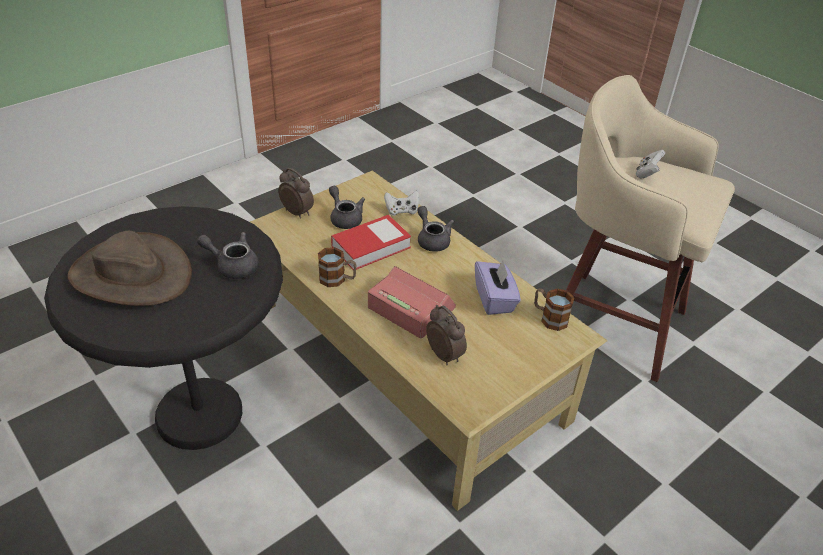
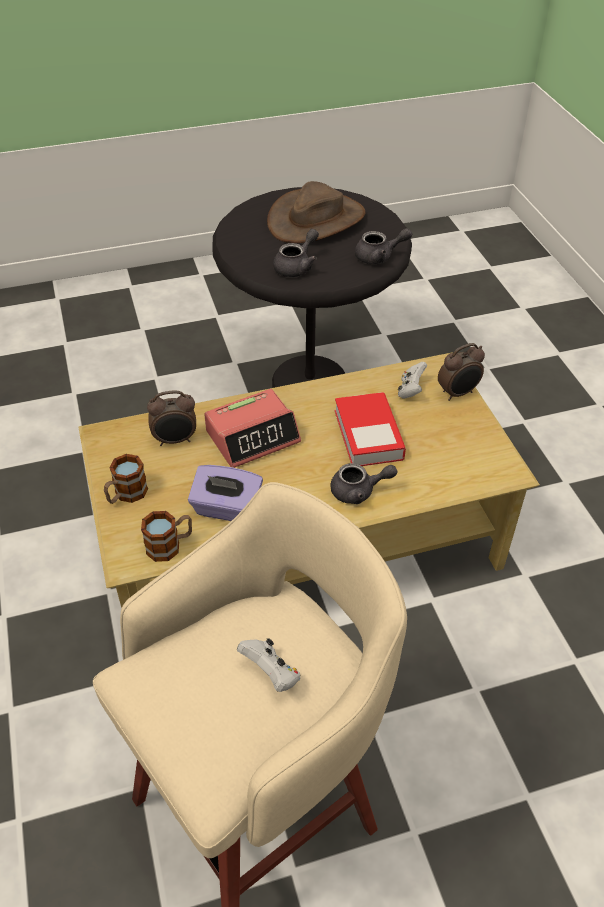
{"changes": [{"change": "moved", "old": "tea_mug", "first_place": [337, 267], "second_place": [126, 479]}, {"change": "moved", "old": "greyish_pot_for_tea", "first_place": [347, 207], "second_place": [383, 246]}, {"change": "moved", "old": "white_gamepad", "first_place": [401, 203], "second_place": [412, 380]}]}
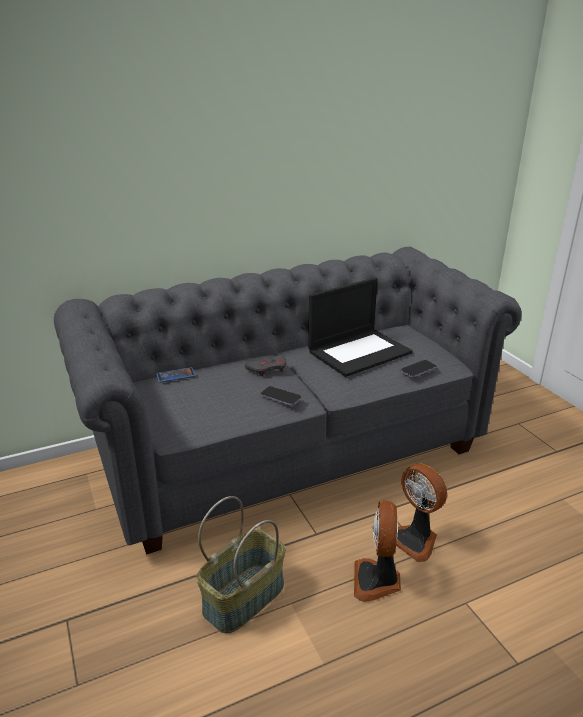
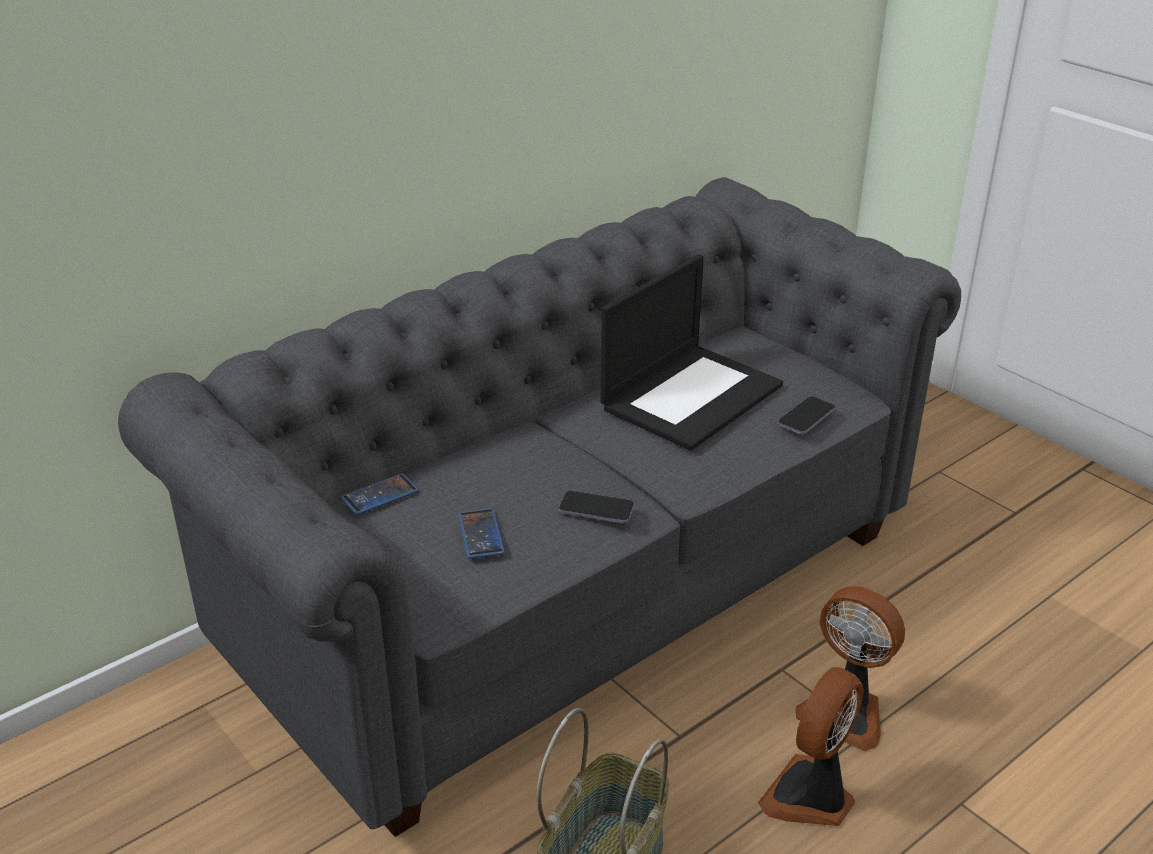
{"changes": [{"change": "removed", "old": "greyish_gamepad", "first_place": [265, 366]}, {"change": "added", "new": "handset", "second_place": [481, 534]}, {"change": "turned", "old": "cooling_fan", "first_place": [377, 551], "second_place": [811, 746], "degrees": 45}]}
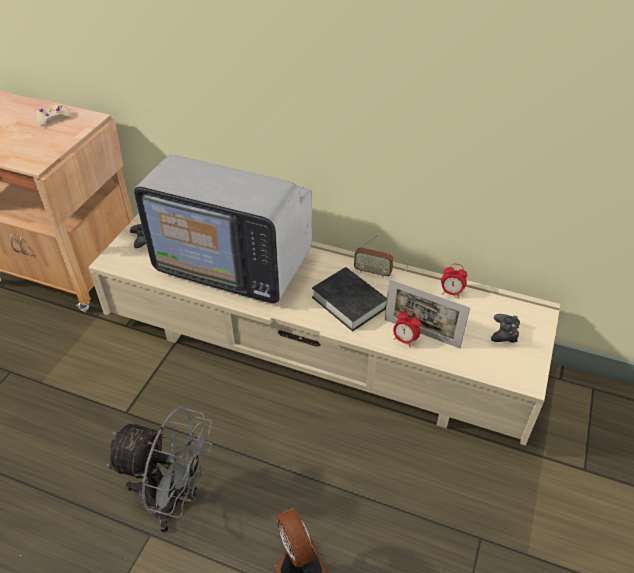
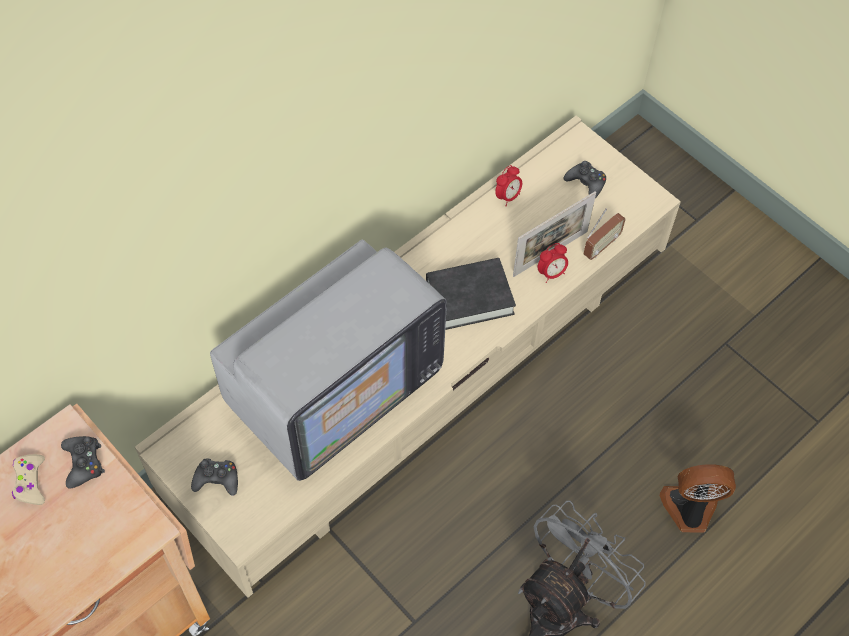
{"changes": [{"change": "added", "new": "black-coloured_gamepad", "second_place": [83, 462]}, {"change": "moved", "old": "radio_receiver", "first_place": [374, 256], "second_place": [605, 234]}]}
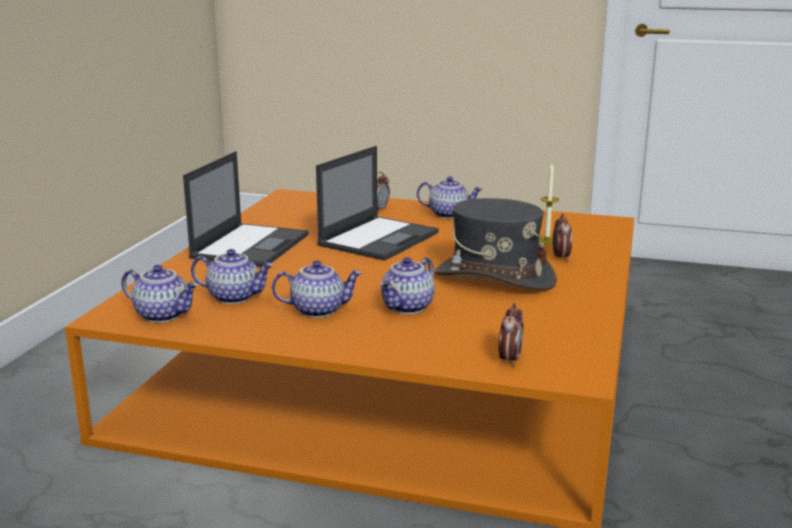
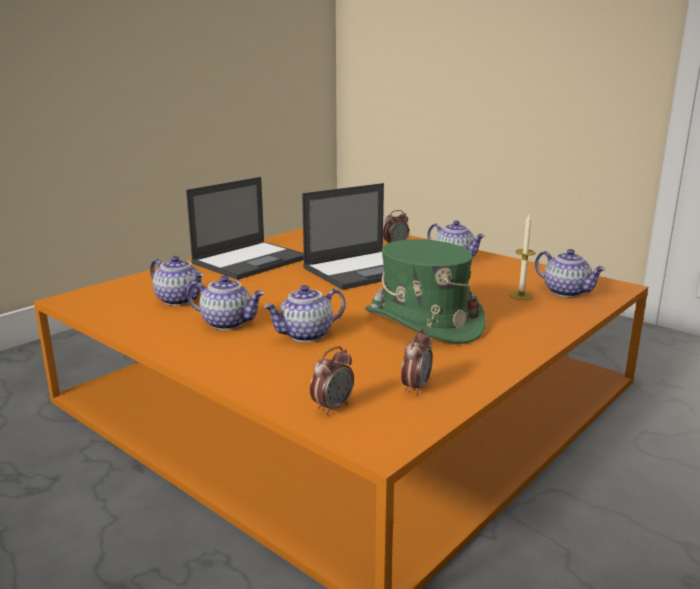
{"changes": [{"change": "moved", "old": "pot_for_tea", "first_place": [159, 294], "second_place": [570, 273]}, {"change": "moved", "old": "alarm_clock", "first_place": [562, 238], "second_place": [417, 362]}, {"change": "recoloured", "old": "greyish_hat", "new": "green_hat", "first_place": [496, 244], "second_place": [425, 291]}]}
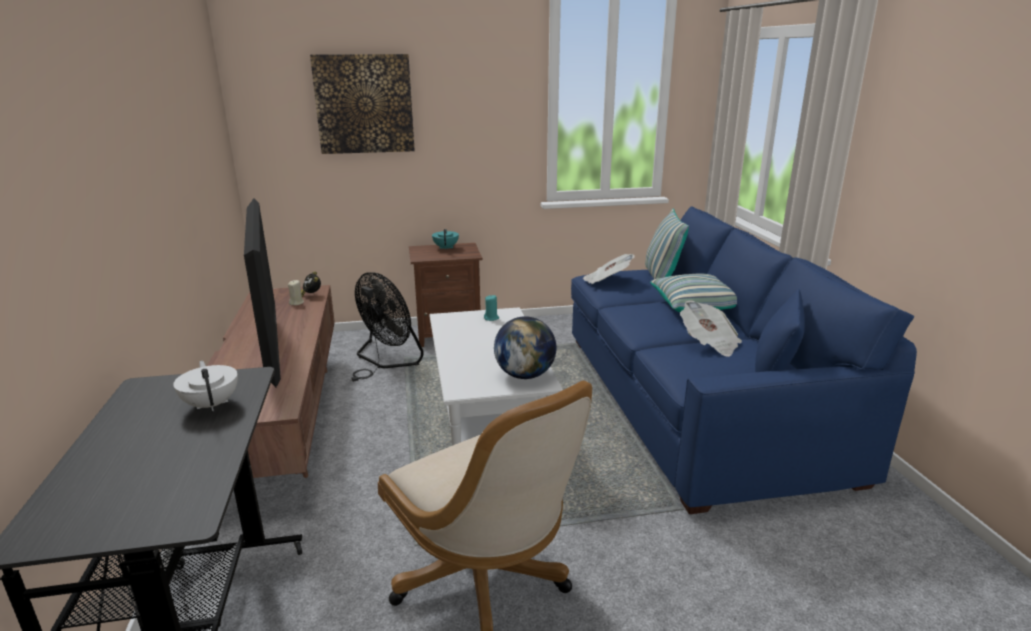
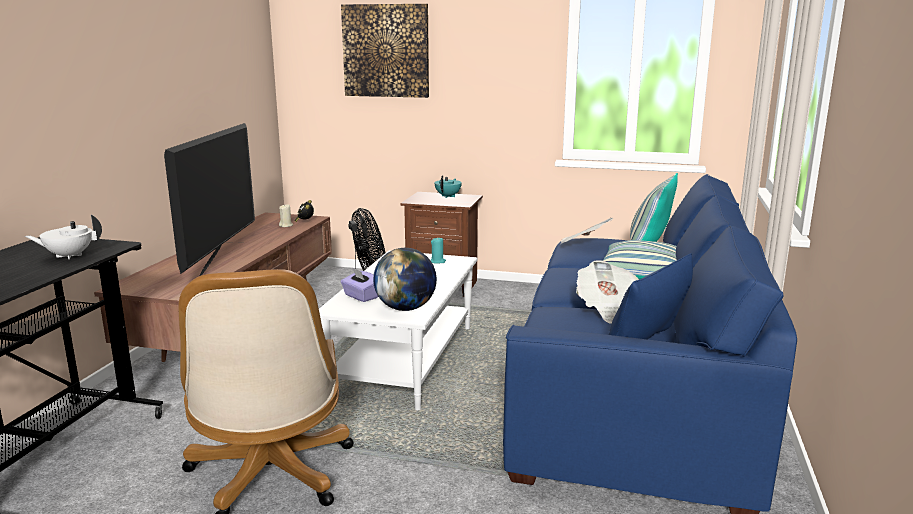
{"changes": [{"change": "added", "new": "purplish_tissue_holder", "second_place": [359, 285]}, {"change": "turned", "old": "white_pot_for_tea", "first_place": [205, 386], "second_place": [63, 237], "degrees": -105}]}
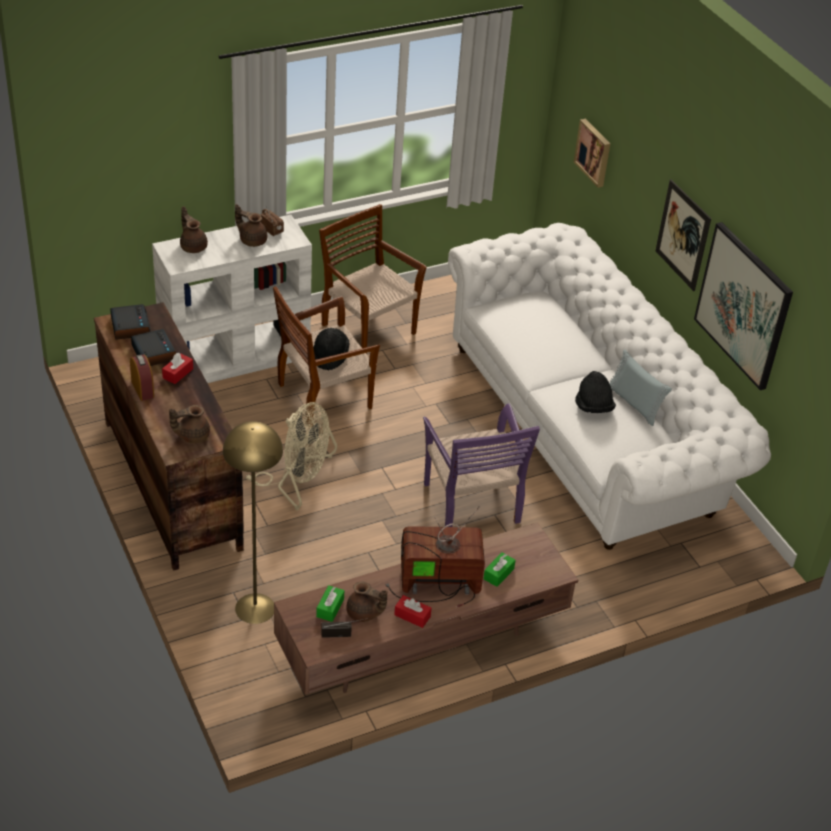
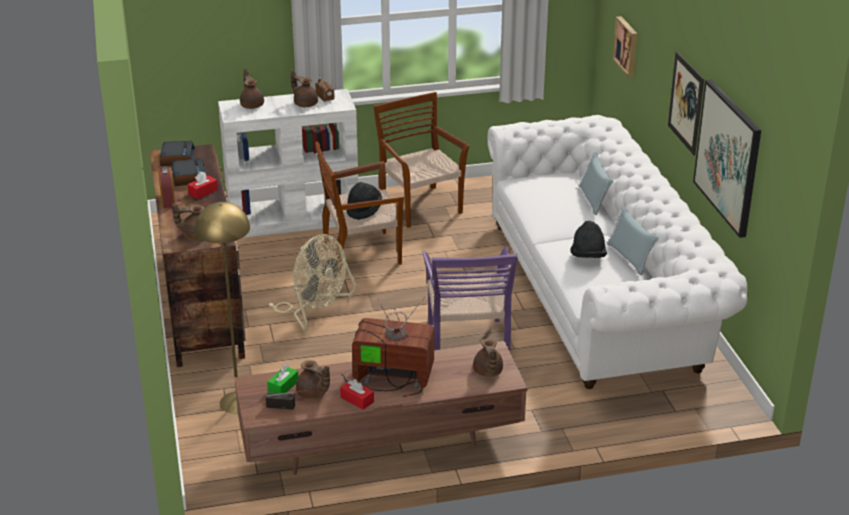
{"changes": [{"change": "removed", "old": "green_tissue_holder", "first_place": [499, 569]}, {"change": "added", "new": "brown-coloured_pot_for_tea", "second_place": [488, 358]}, {"change": "added", "new": "blue-coloured_pillow", "second_place": [595, 183]}]}
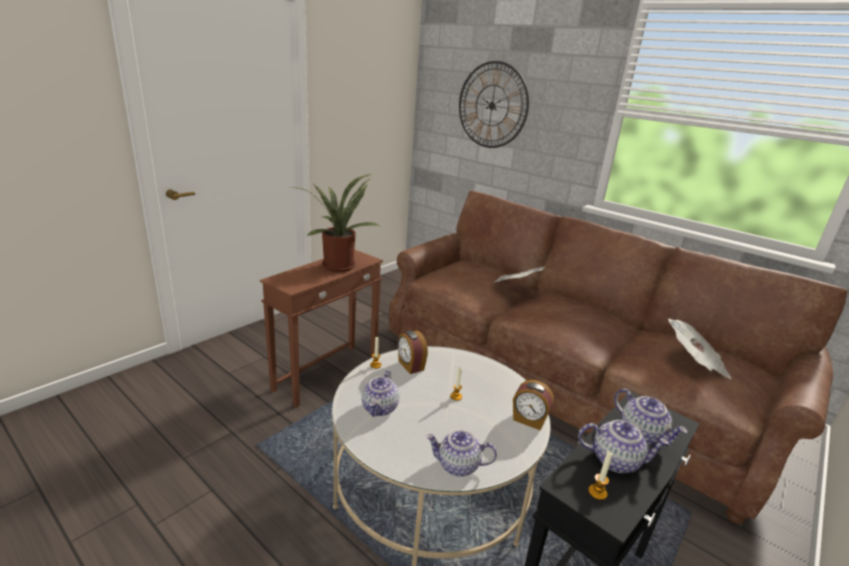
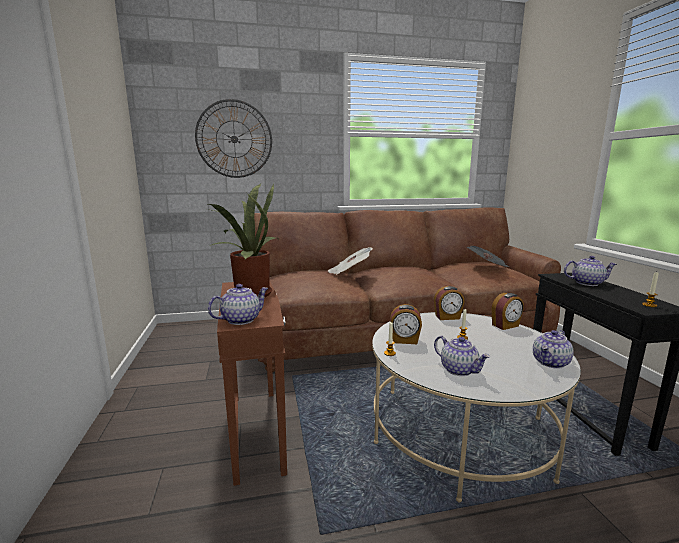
{"changes": [{"change": "added", "new": "alarm_clock", "second_place": [449, 303]}, {"change": "moved", "old": "pot_for_tea", "first_place": [623, 446], "second_place": [238, 304]}]}
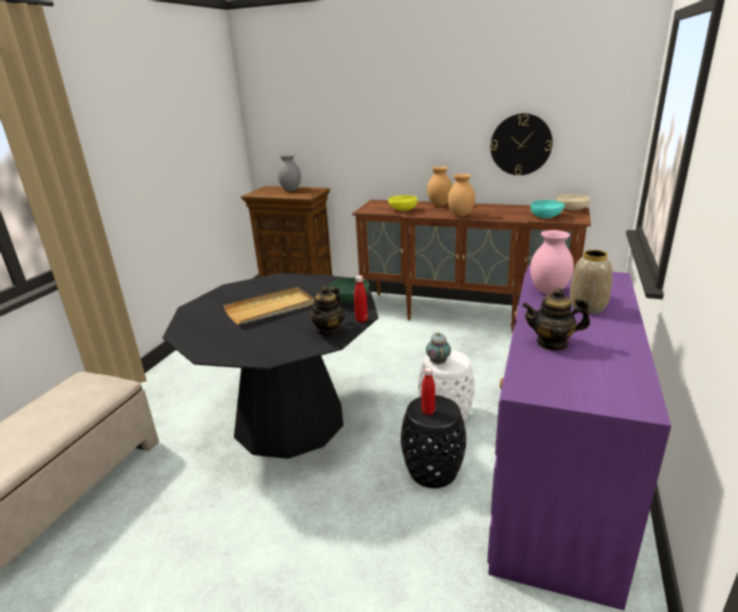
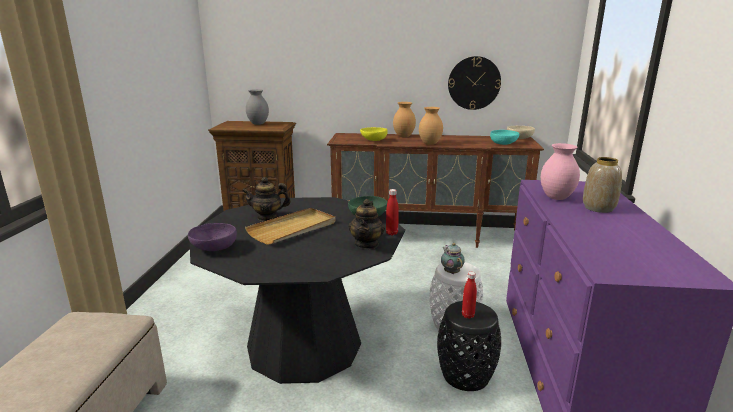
{"changes": [{"change": "added", "new": "purplish_bowl", "second_place": [212, 237]}, {"change": "moved", "old": "pot_for_tea", "first_place": [556, 319], "second_place": [266, 199]}]}
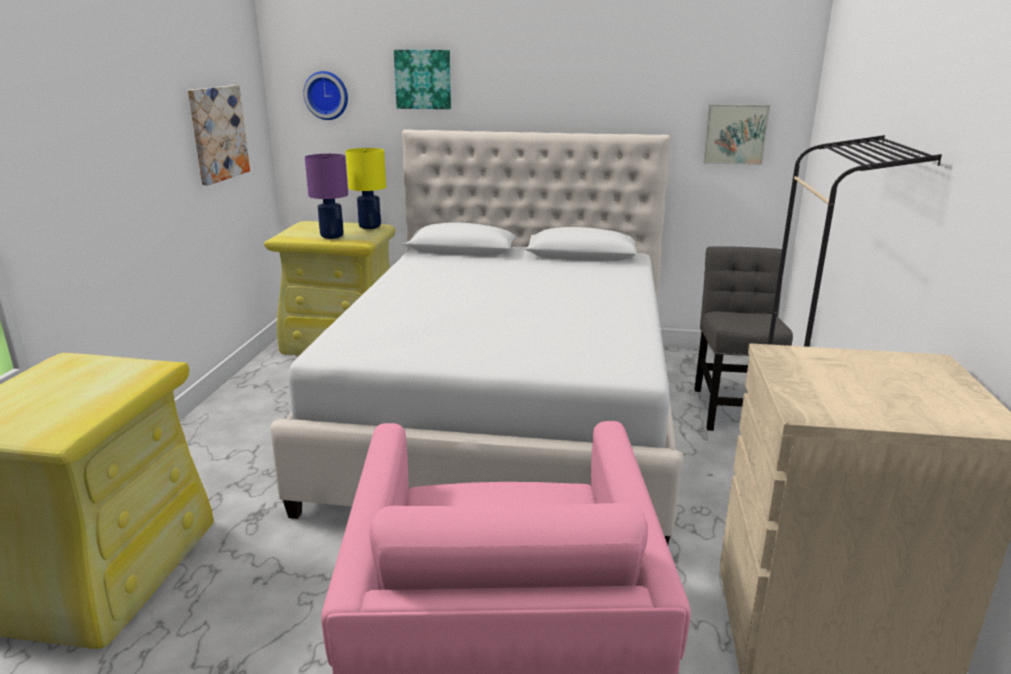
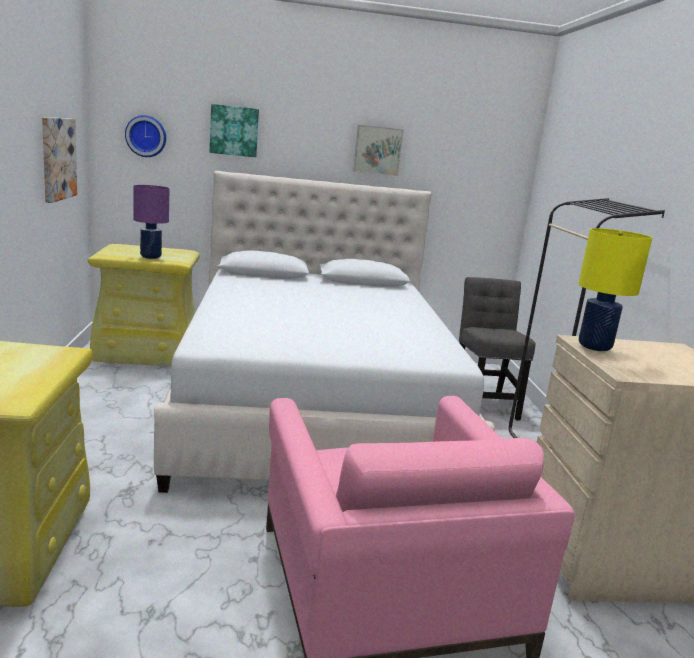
{"changes": [{"change": "moved", "old": "yellowish_lamp_for_a_table", "first_place": [366, 189], "second_place": [615, 289]}, {"change": "moved", "old": "wall_picture", "first_place": [736, 134], "second_place": [378, 150]}]}
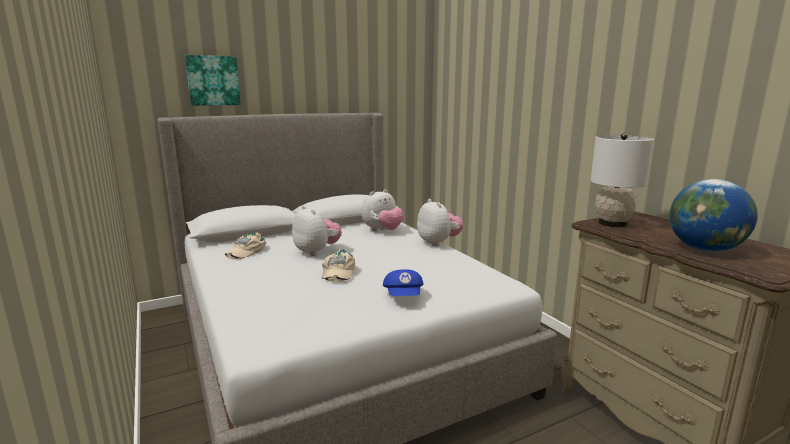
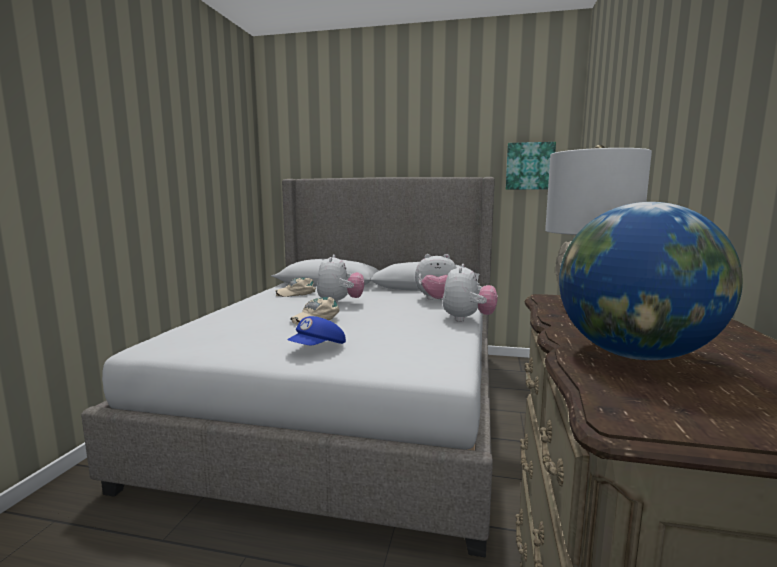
{"changes": [{"change": "moved", "old": "wall_picture", "first_place": [213, 80], "second_place": [531, 166]}]}
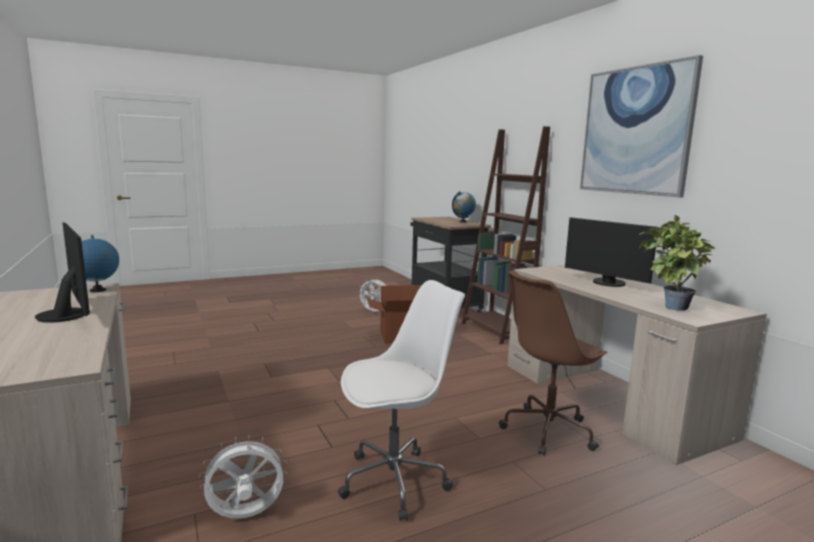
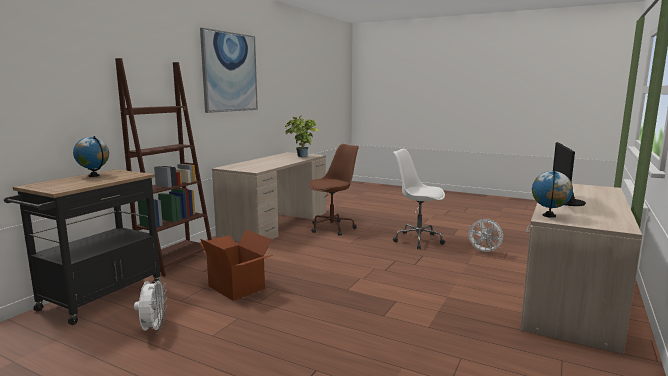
{"changes": [{"change": "removed", "old": "computer_screen", "first_place": [611, 252]}, {"change": "turned", "old": "brown-coloured_office_chair", "first_place": [553, 363], "second_place": [334, 190], "degrees": -60}]}
